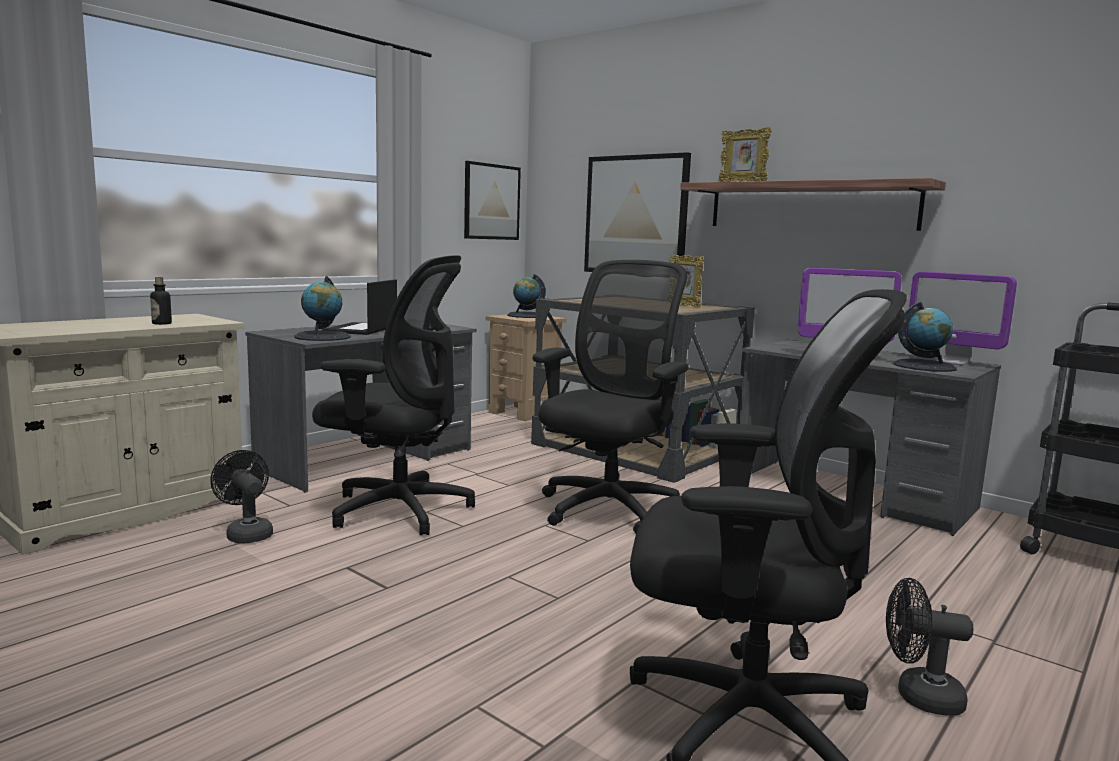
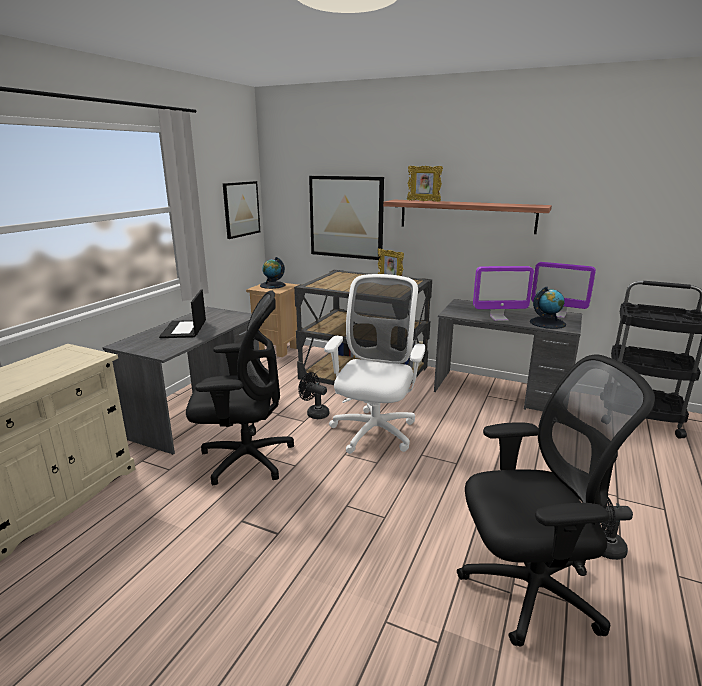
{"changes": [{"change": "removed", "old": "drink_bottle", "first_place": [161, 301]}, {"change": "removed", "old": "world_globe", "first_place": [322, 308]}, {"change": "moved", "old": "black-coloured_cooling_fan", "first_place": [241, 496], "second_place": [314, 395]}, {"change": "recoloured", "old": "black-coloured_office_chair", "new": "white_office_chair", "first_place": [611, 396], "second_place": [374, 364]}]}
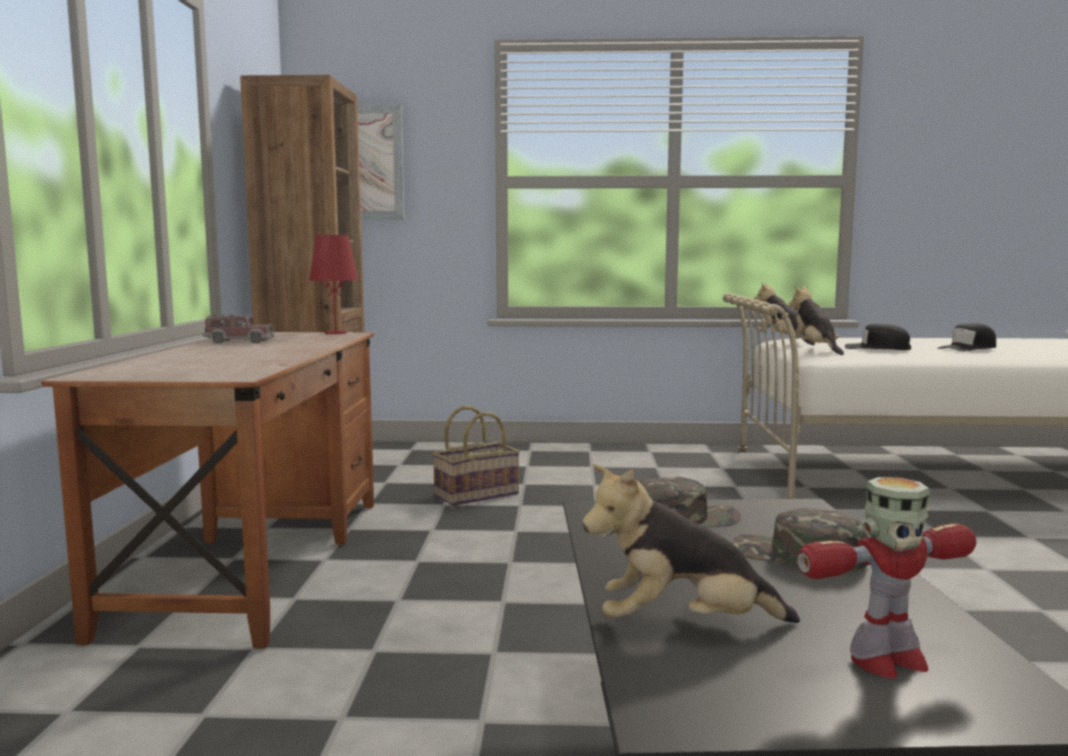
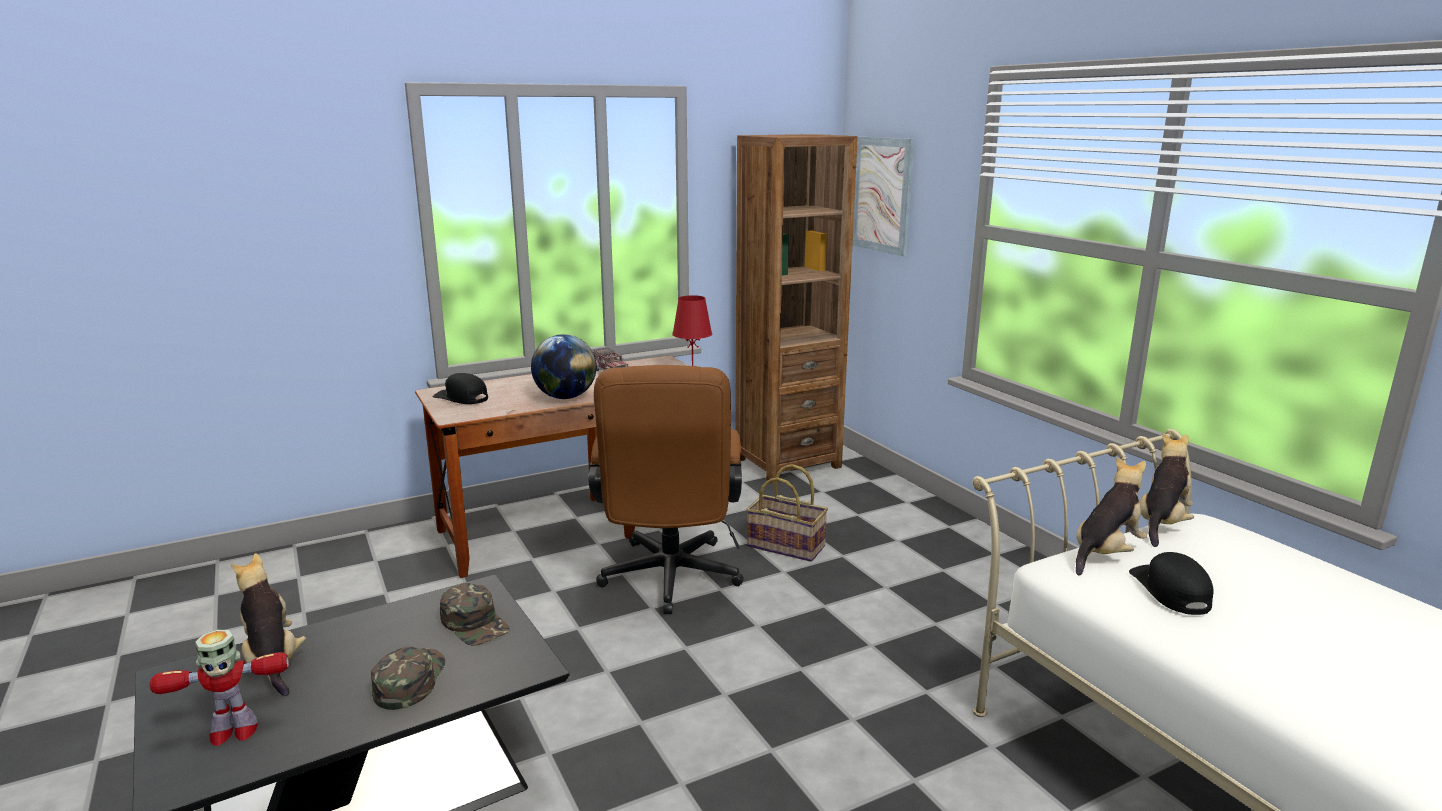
{"changes": [{"change": "added", "new": "world_globe", "second_place": [563, 366]}, {"change": "added", "new": "brown-coloured_office_chair", "second_place": [666, 489]}, {"change": "moved", "old": "black-coloured_cap", "first_place": [966, 337], "second_place": [460, 388]}, {"change": "turned", "old": "robot_figure", "first_place": [886, 577], "second_place": [219, 688], "degrees": -60}]}
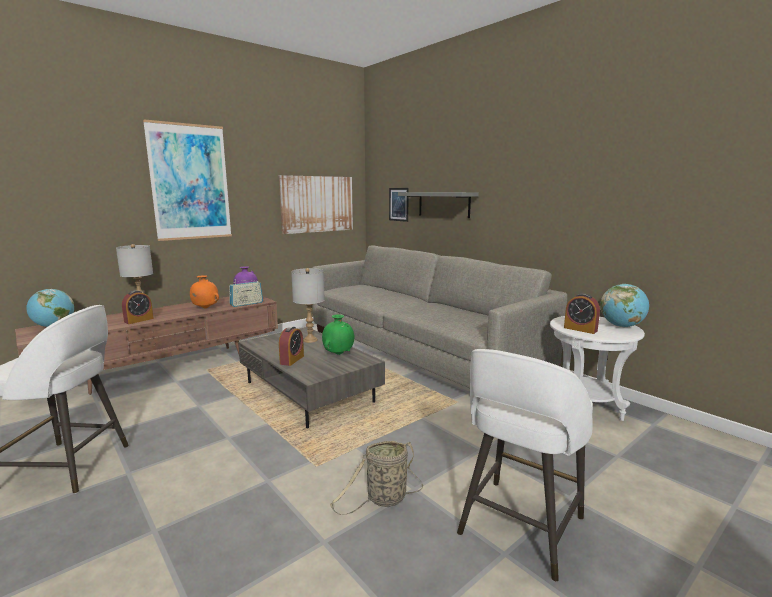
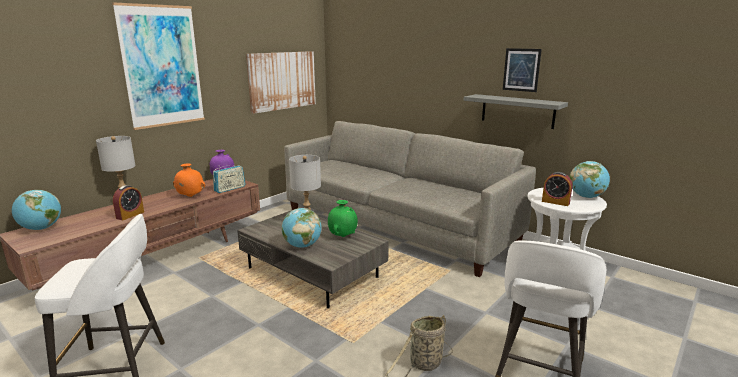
{"changes": [{"change": "moved", "old": "wall_picture", "first_place": [399, 205], "second_place": [522, 70]}, {"change": "moved", "old": "greyish_wall_shelf", "first_place": [438, 205], "second_place": [516, 111]}, {"change": "replaced", "old": "alarm_clock", "new": "world_globe", "first_place": [291, 346], "second_place": [302, 228]}]}
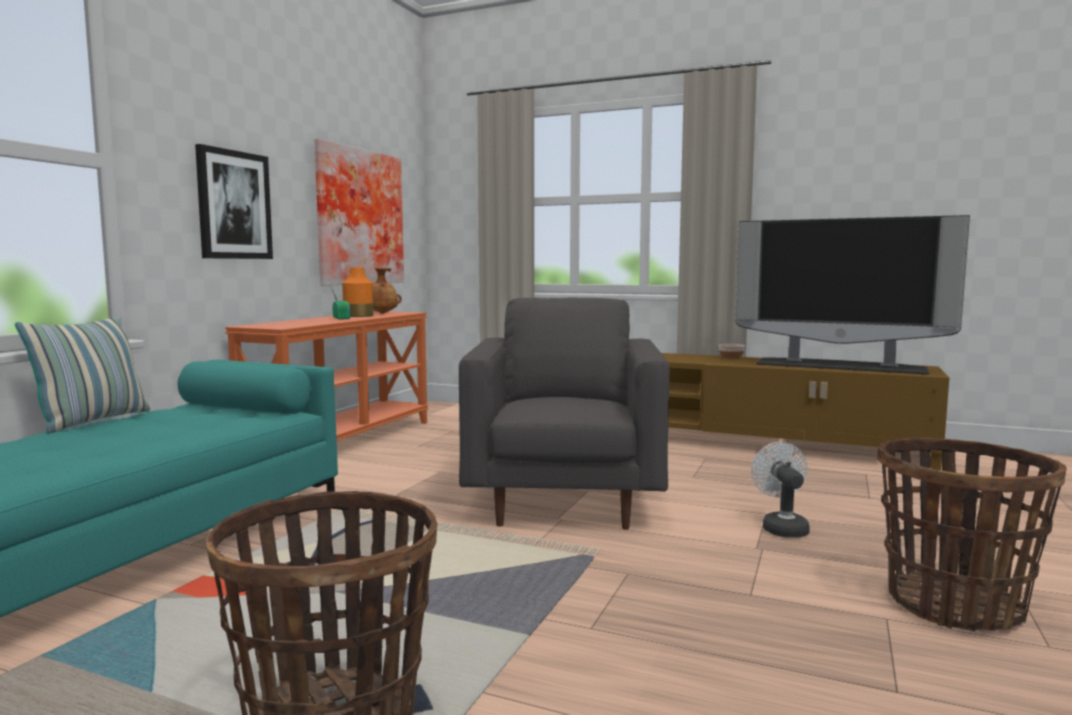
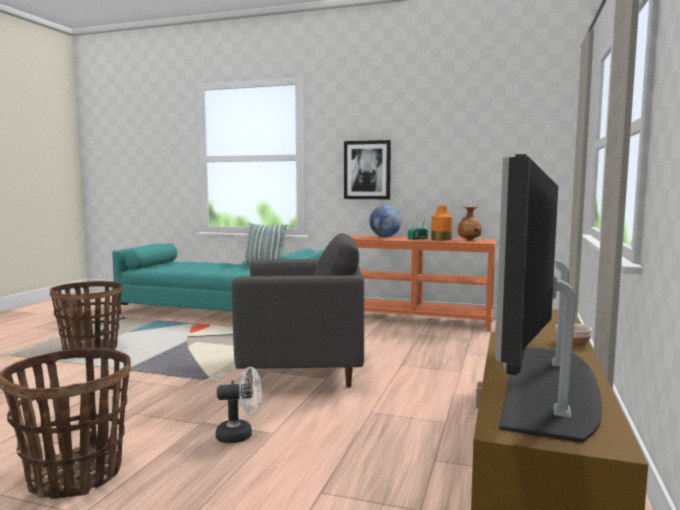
{"changes": [{"change": "removed", "old": "wall_picture", "first_place": [359, 212]}, {"change": "added", "new": "world_globe", "second_place": [385, 221]}]}
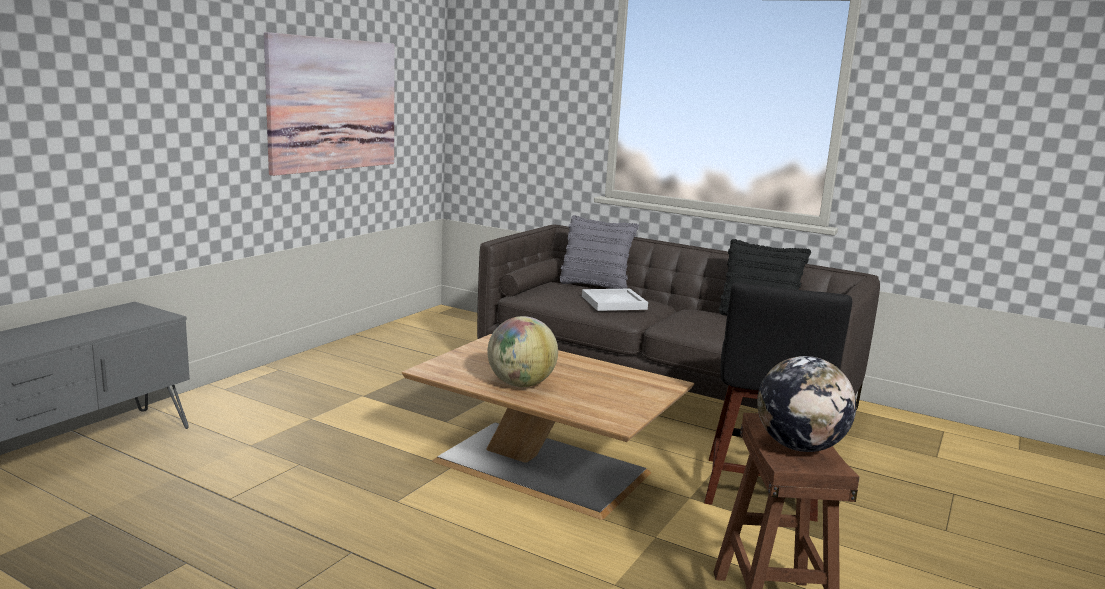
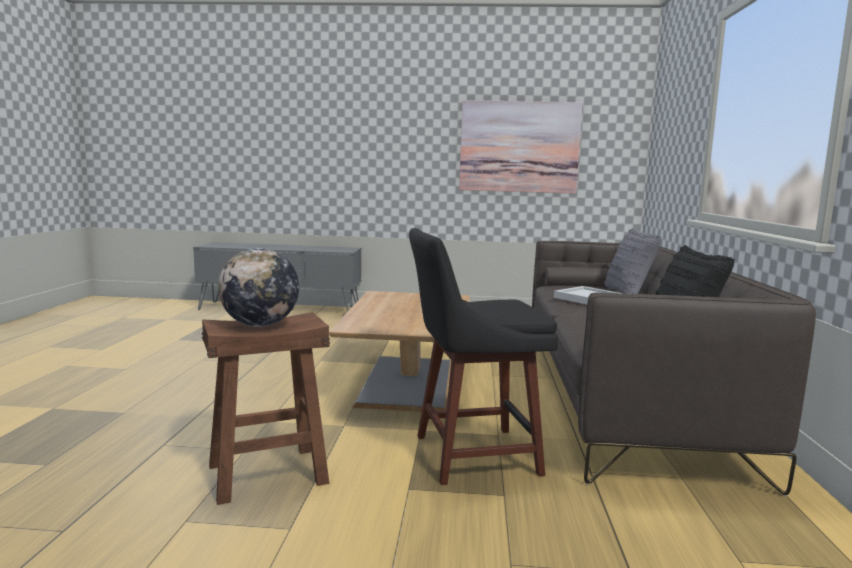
{"changes": [{"change": "removed", "old": "world_globe", "first_place": [522, 351]}]}
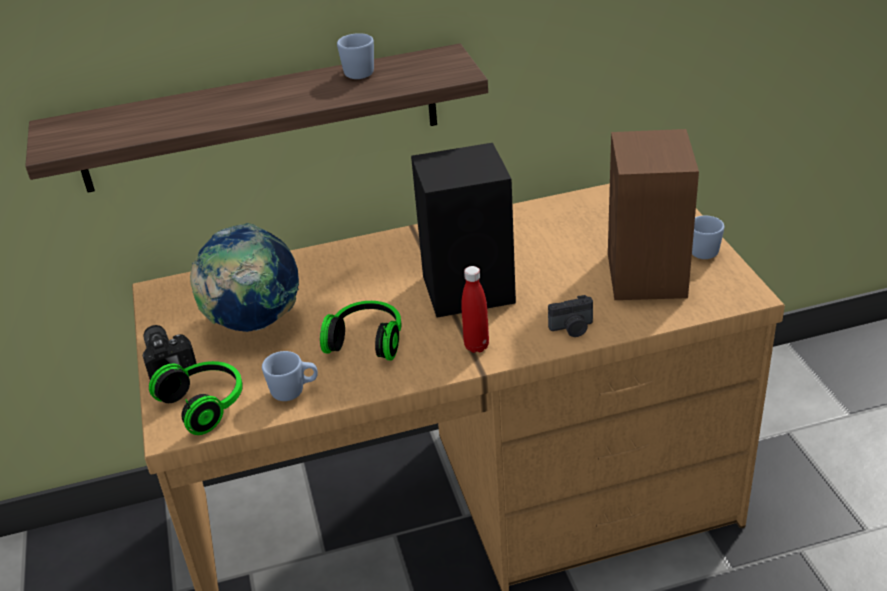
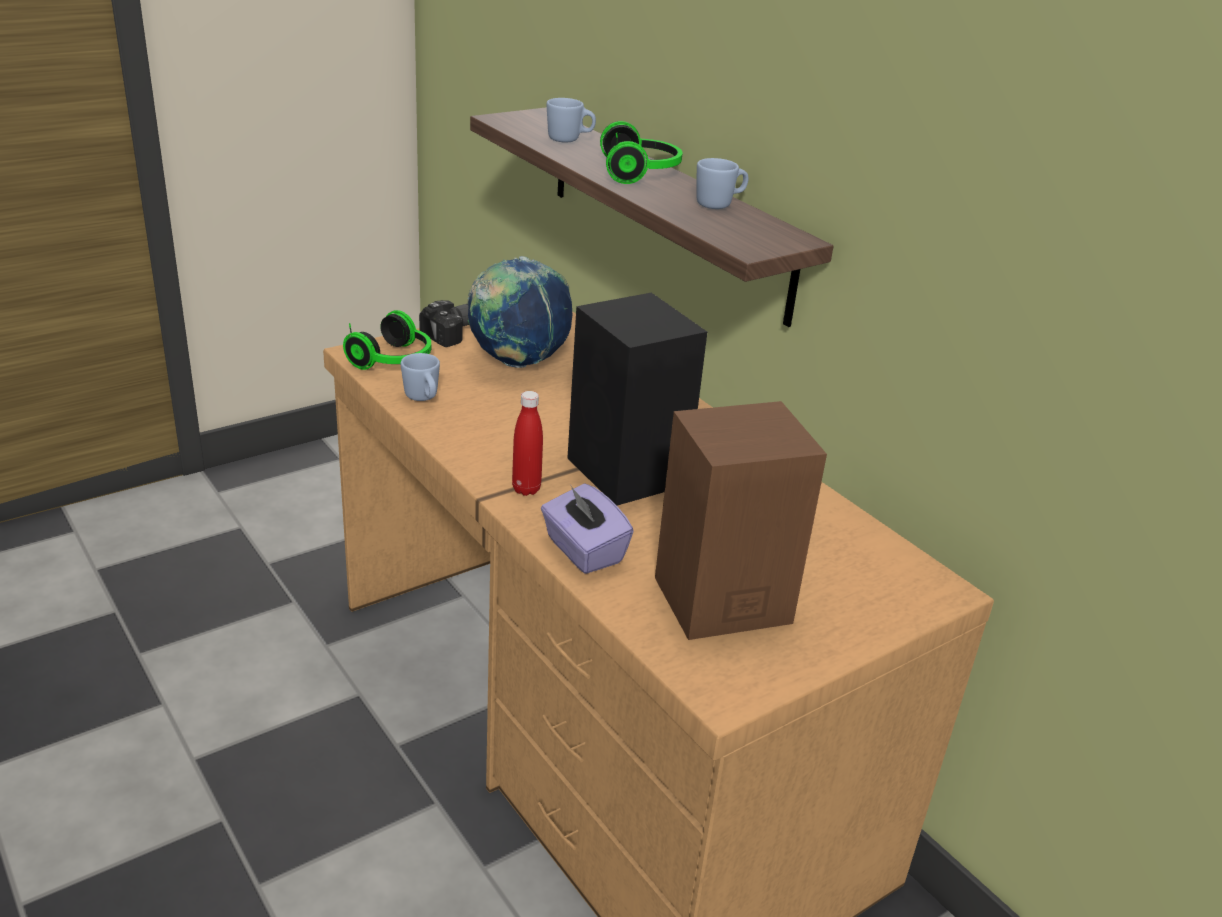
{"changes": [{"change": "moved", "old": "headphones", "first_place": [361, 331], "second_place": [641, 152]}, {"change": "moved", "old": "blue-coloured_tea_mug", "first_place": [708, 237], "second_place": [571, 120]}, {"change": "replaced", "old": "still_camera", "new": "purplish_tissue_holder", "first_place": [570, 316], "second_place": [587, 528]}]}
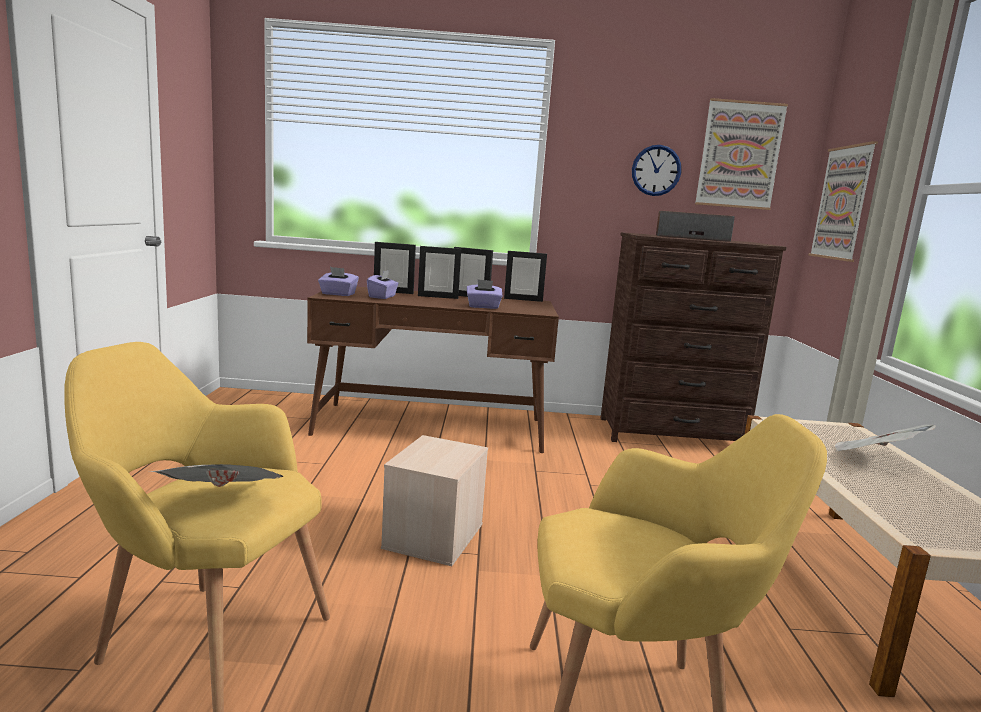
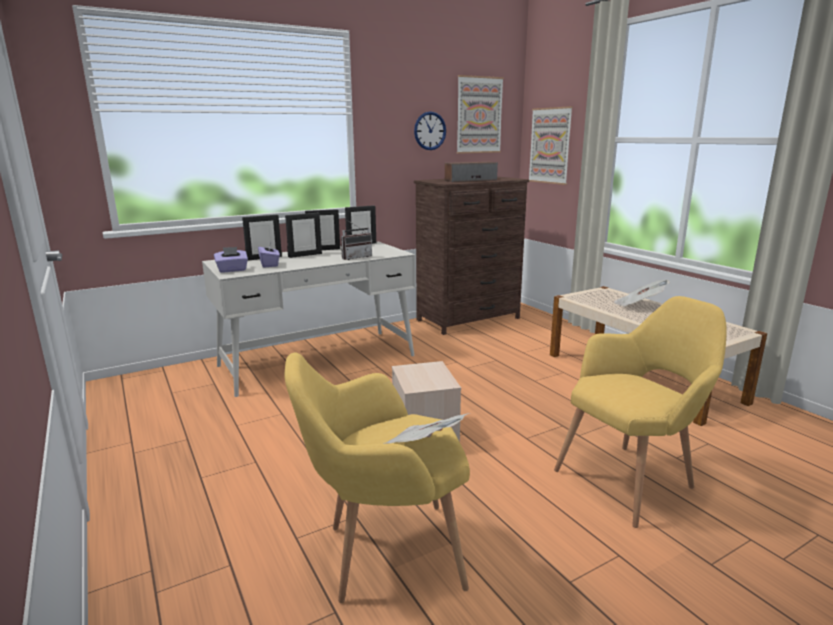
{"changes": [{"change": "replaced", "old": "purplish_tissue_holder", "new": "radio_receiver", "first_place": [485, 294], "second_place": [356, 240]}, {"change": "recoloured", "old": "brown-coloured_desk_unit", "new": "white_desk_unit", "first_place": [433, 370], "second_place": [309, 319]}]}
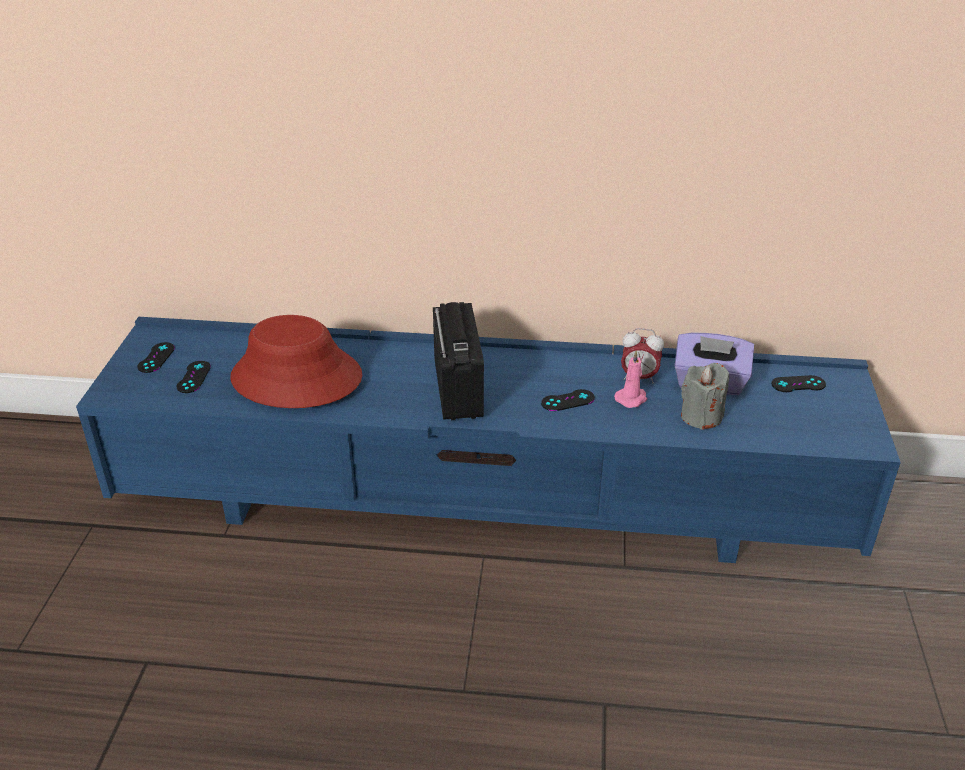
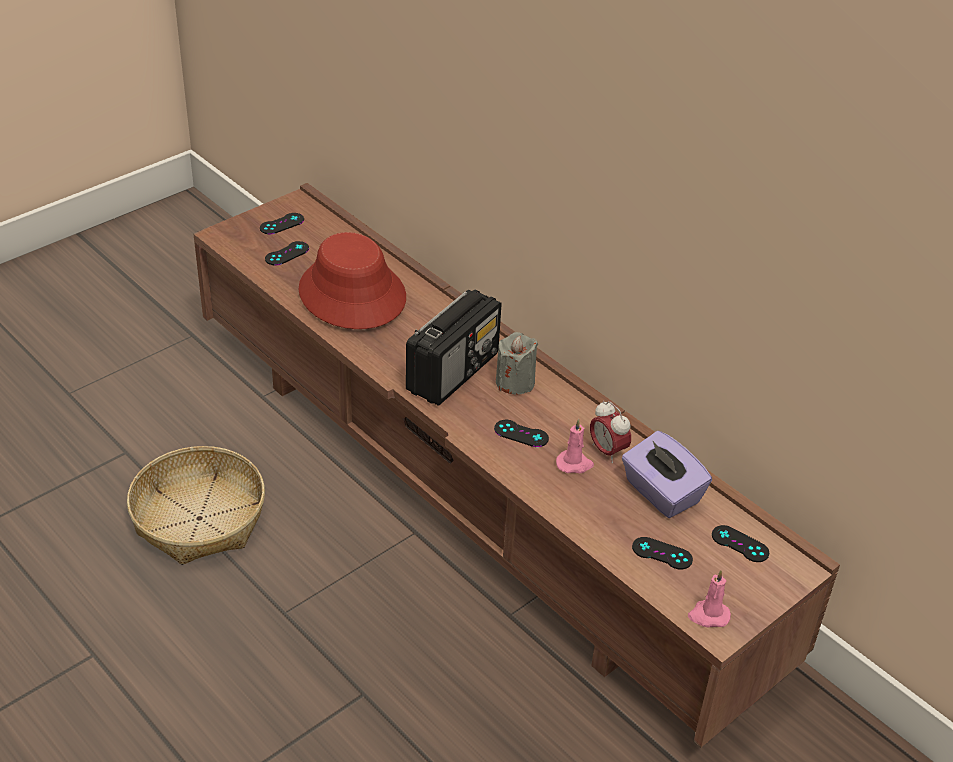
{"changes": [{"change": "added", "new": "basket", "second_place": [196, 505]}, {"change": "added", "new": "black-coloured_gamepad", "second_place": [662, 553]}, {"change": "added", "new": "pinkish_wax_light", "second_place": [709, 599]}, {"change": "moved", "old": "greyish_wax_light", "first_place": [705, 396], "second_place": [517, 363]}, {"change": "recoloured", "old": "blue-coloured_tv_unit", "new": "brown-coloured_tv_unit", "first_place": [488, 440], "second_place": [517, 465]}]}
